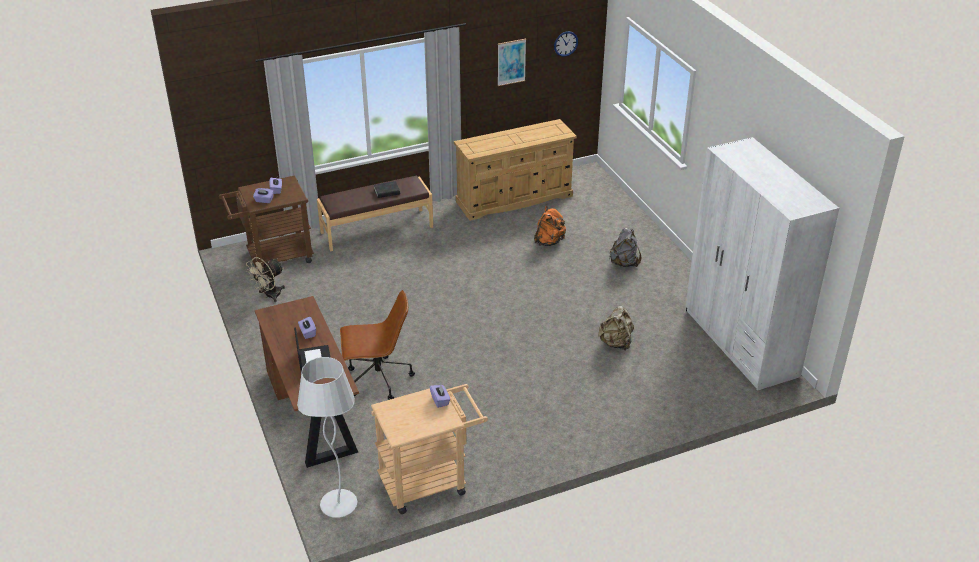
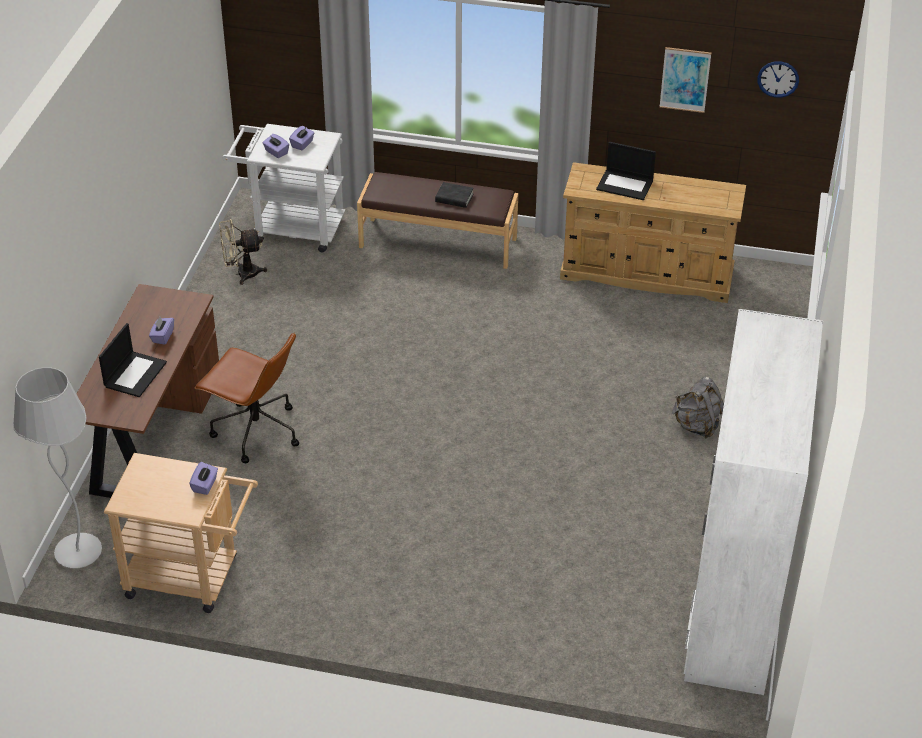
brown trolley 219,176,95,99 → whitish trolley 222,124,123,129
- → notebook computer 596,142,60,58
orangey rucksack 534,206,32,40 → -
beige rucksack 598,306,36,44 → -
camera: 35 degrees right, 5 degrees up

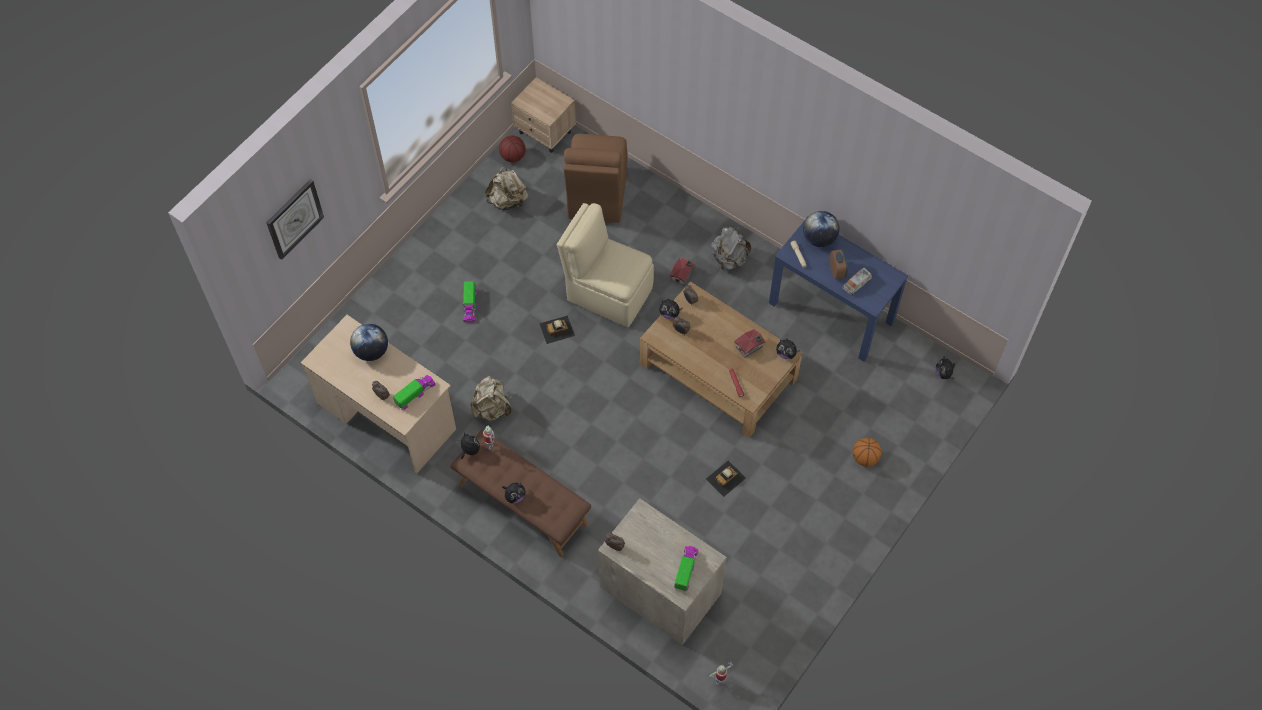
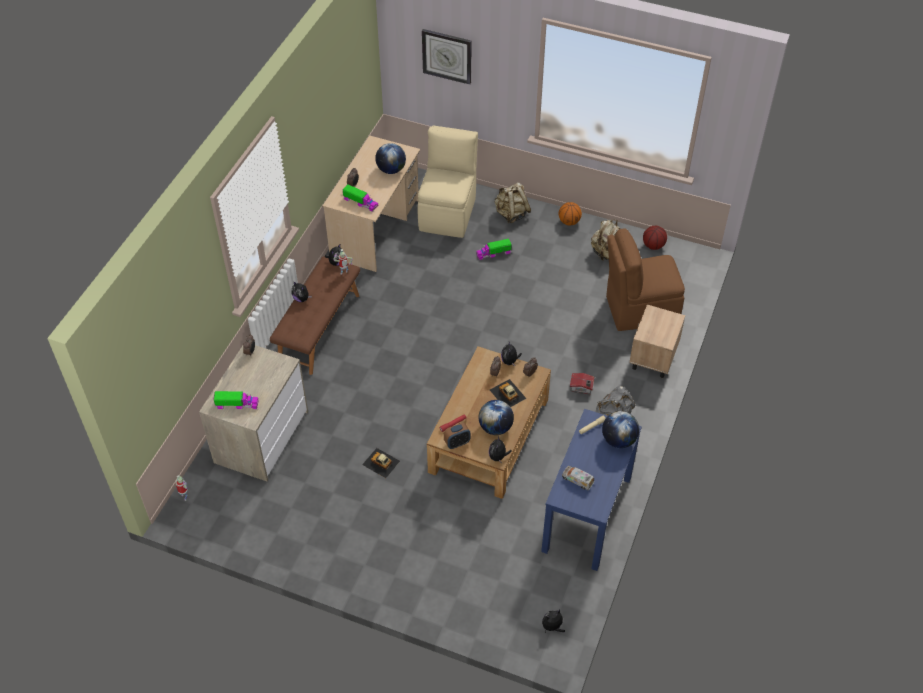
beige chair 557,203,97,124 → beige chair 418,125,60,113, moved
table clock 829,249,19,30 → table clock 444,423,27,26, moved
model house 734,329,31,29 → globe 479,400,35,35
model car 539,315,36,29 → model car 490,379,37,28, moved
beige rucksack 471,376,40,45 → beige rucksack 494,182,37,41, moved
ball for basketball 853,438,29,29 → ball for basketball 559,202,23,24, moved
beige bedside table 511,77,65,76 → beige bedside table 629,305,57,73, moved
camera: 75 degrees right, 10 degrees down

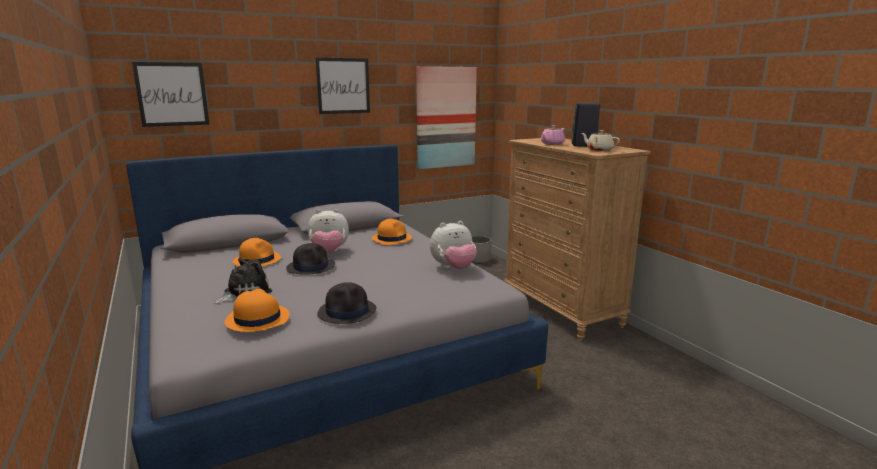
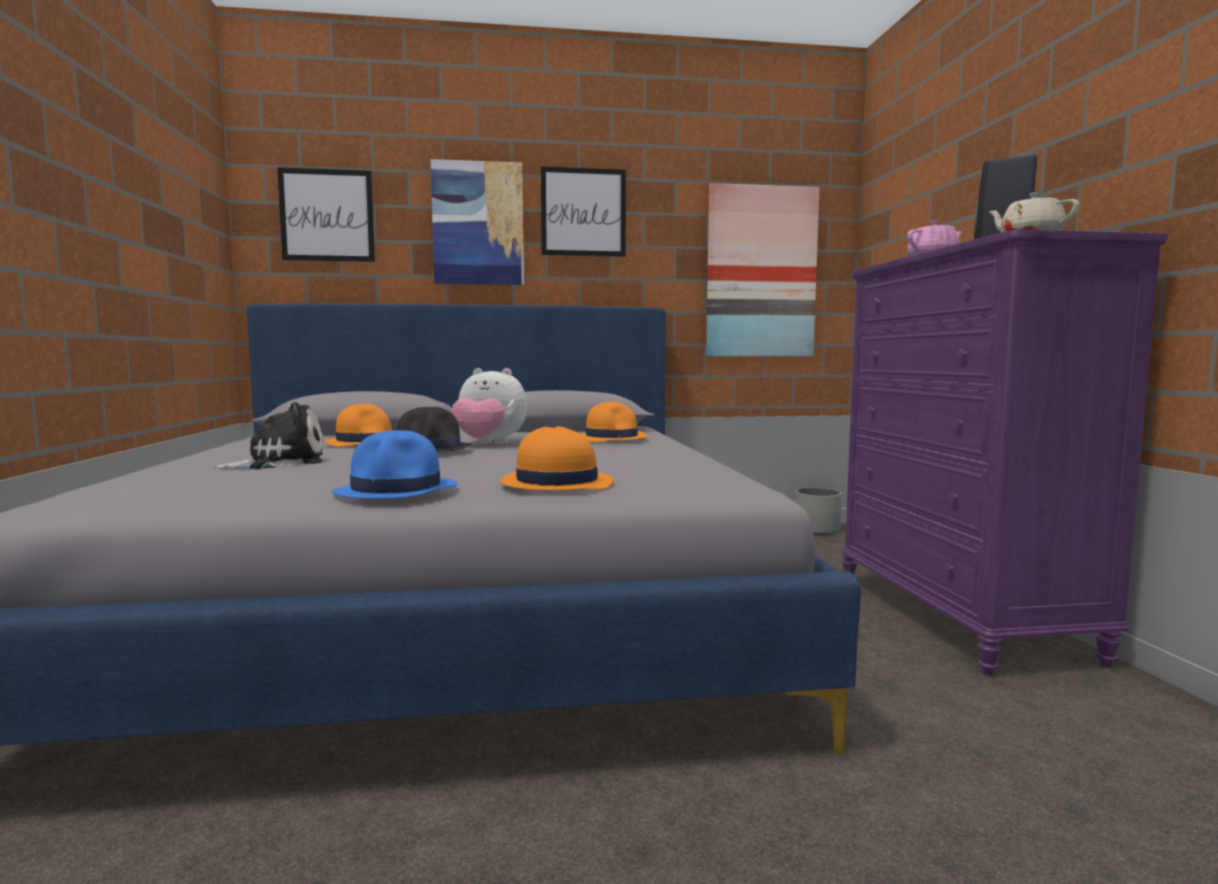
black-coloured clothing hat 317,282,59,42 → blue clothing hat 332,430,126,69
- → wall picture 431,159,93,126
orangey clothing hat 225,289,65,43 → orangey clothing hat 500,426,114,64, moved
brown dresser 504,138,147,202 → purplish dresser 841,229,327,447
plush toy 430,221,47,48 → -
camera: 20 degrees right, 10 degrees down

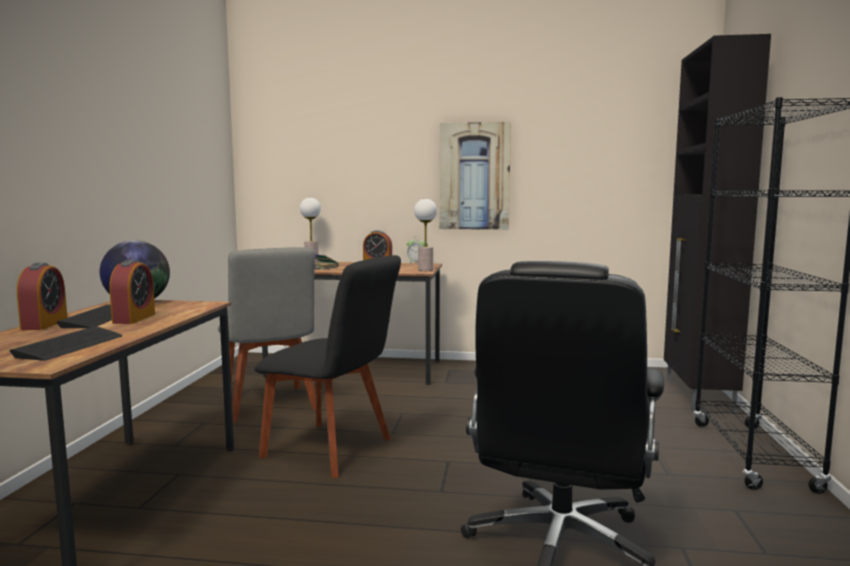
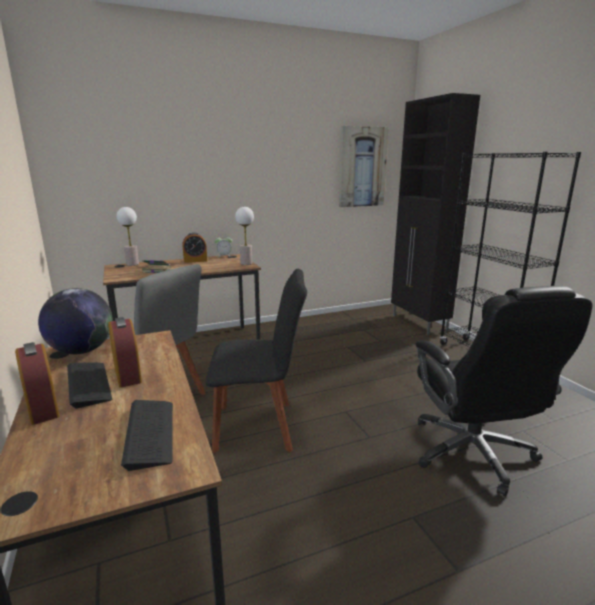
wall picture 439,122,72,108 → wall picture 339,126,49,81, moved
camera: 30 degrees left, 10 degrees up

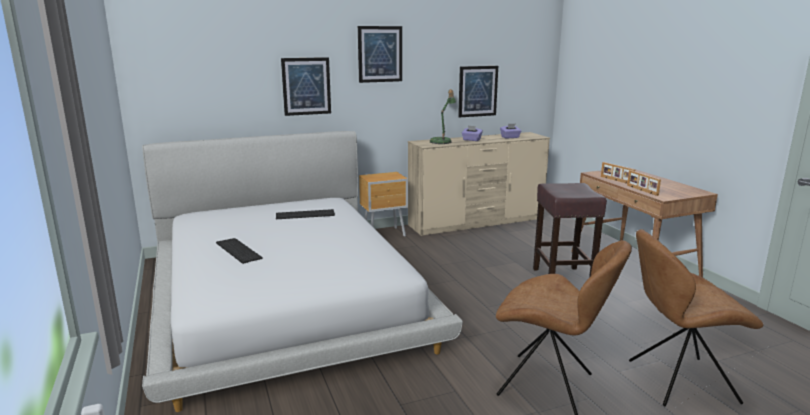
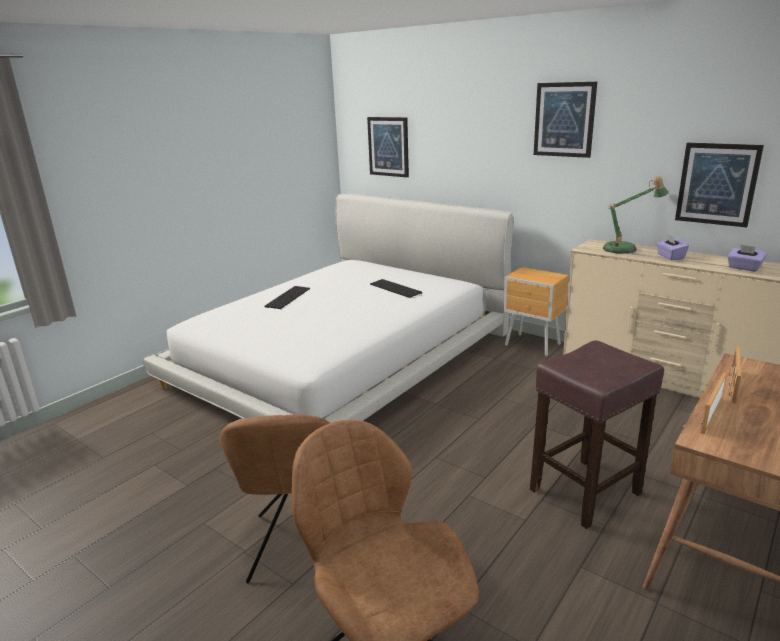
wall picture 281,57,50,59 → wall picture 367,117,42,60, moved
camera: 60 degrees right, 5 degrees up

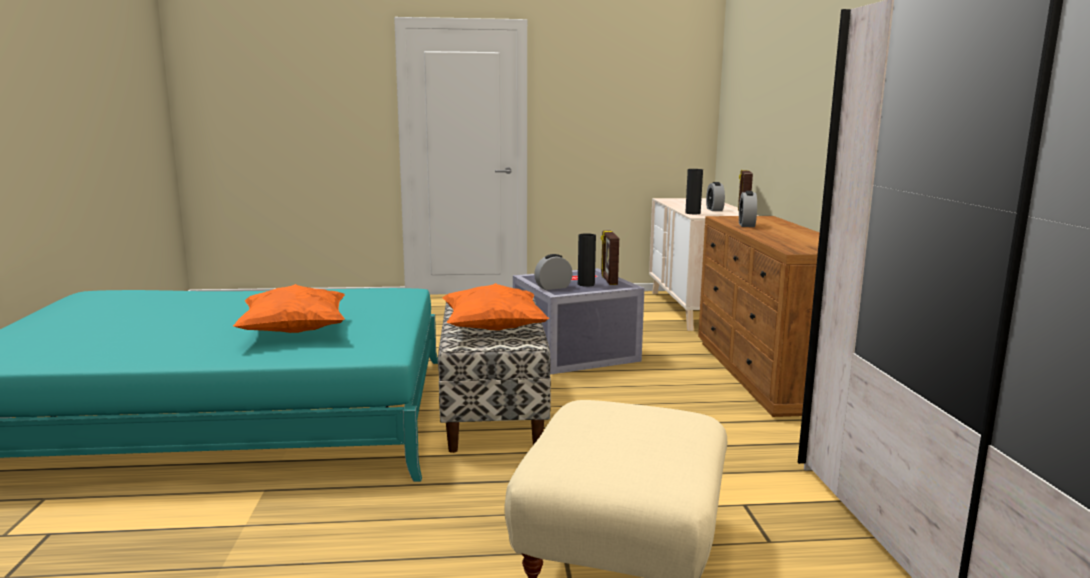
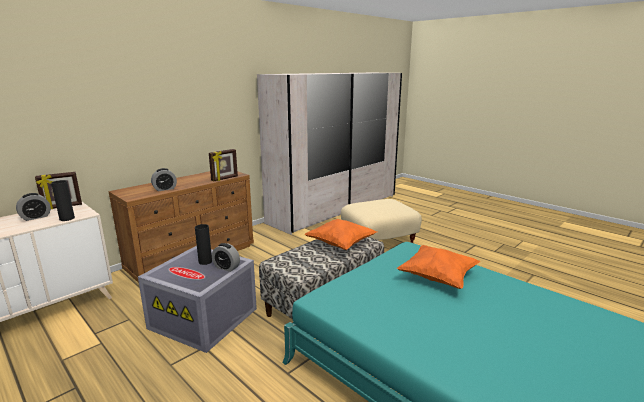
photo frame 601,230,18,55 → photo frame 209,149,29,32, moved
camera: 130 degrees left, 5 degrees up

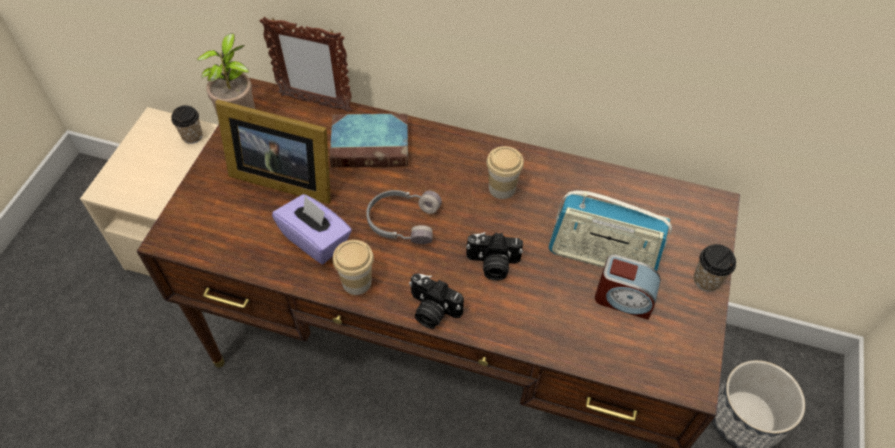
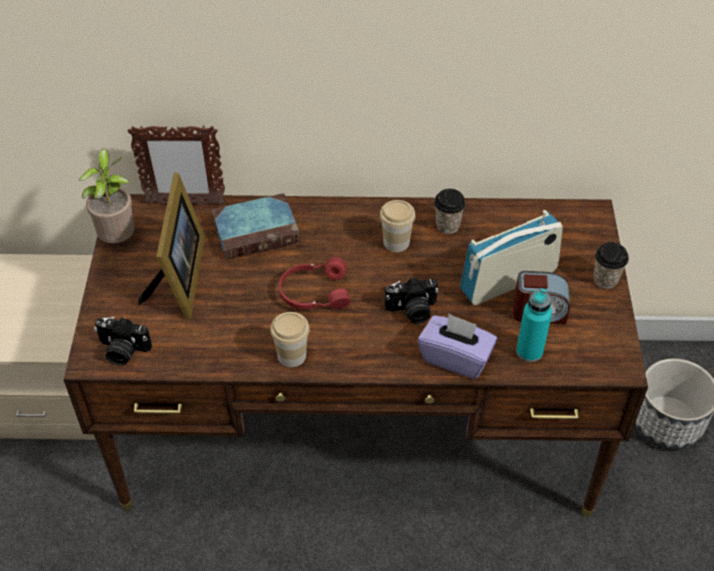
still camera 409,273,55,56 → still camera 94,317,58,49, moved
photo frame 215,99,116,105 → photo frame 138,173,67,147, 90 degrees counterclockwise
greyish headset 366,190,76,54 → reddish headset 279,257,72,52
purplish tissue holder 272,194,80,70 → purplish tissue holder 418,314,79,65, moved
drinking cup 171,105,32,39 → drinking cup 434,189,32,45, moved
radio set 549,191,123,80 → radio set 460,210,103,95, 150 degrees clockwise
- → blue-green drink bottle 516,288,36,74
camera: 15 degrees left, 5 degrees down

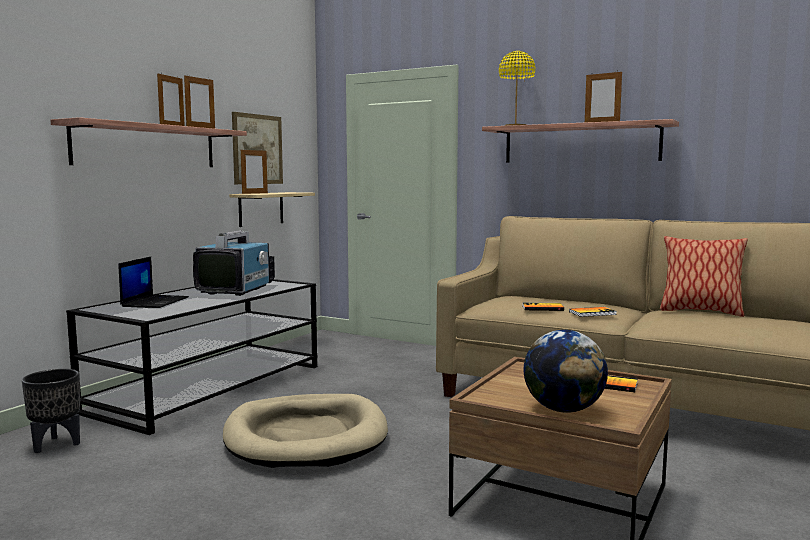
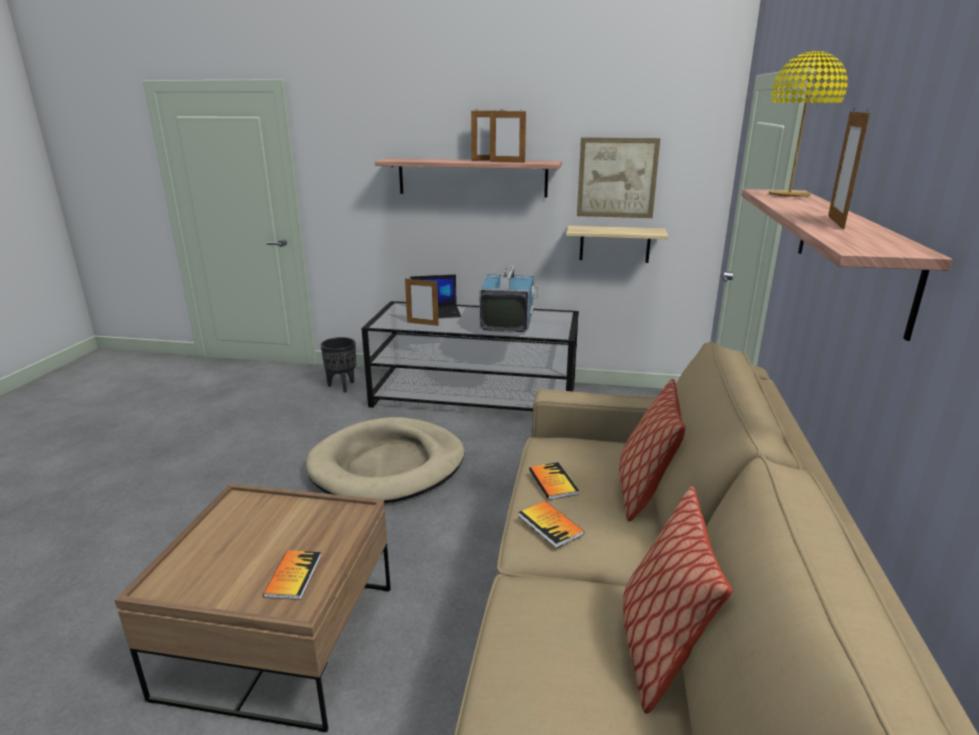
photo frame 241,148,27,46 → photo frame 405,277,34,49, moved
TV 193,230,82,66 → TV 480,265,58,68, 75 degrees counterclockwise
- → throw pillow 619,379,67,142
globe 524,330,84,83 → -
camera: 70 degrees right, 15 degrees up

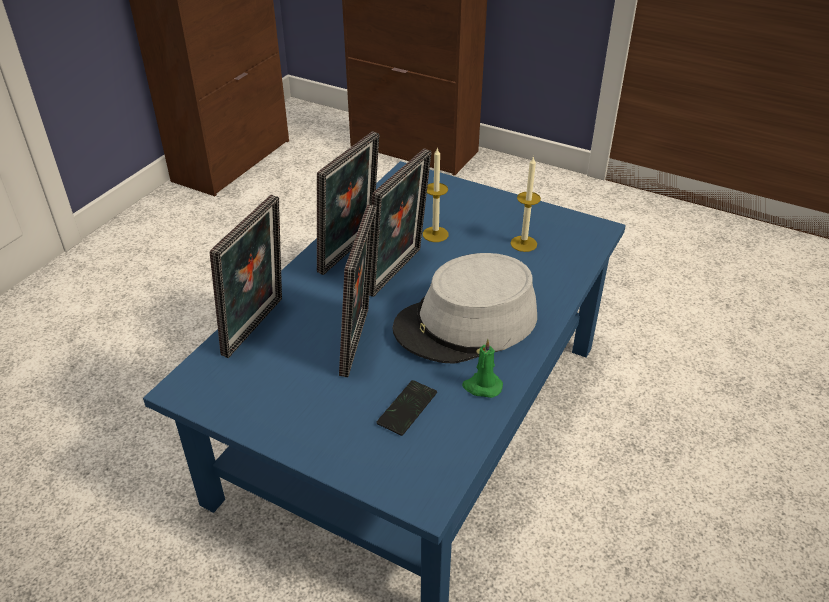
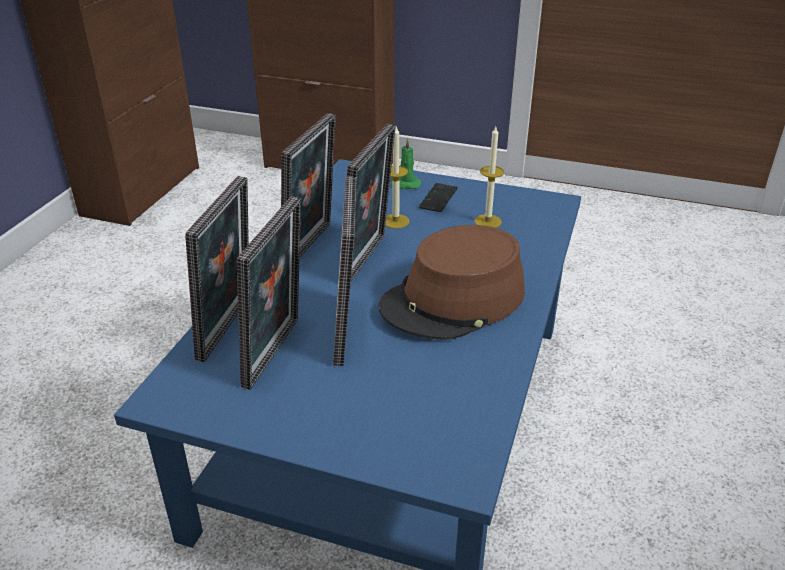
- → photo frame 237,196,64,194
greyish clothing hat 392,253,145,111 → brown clothing hat 379,225,146,115
green wax light 462,339,41,59 → green wax light 390,138,31,51, moved
phone 376,380,61,56 → phone 419,183,39,29, moved
camera: 10 degrees left, 5 degrees down

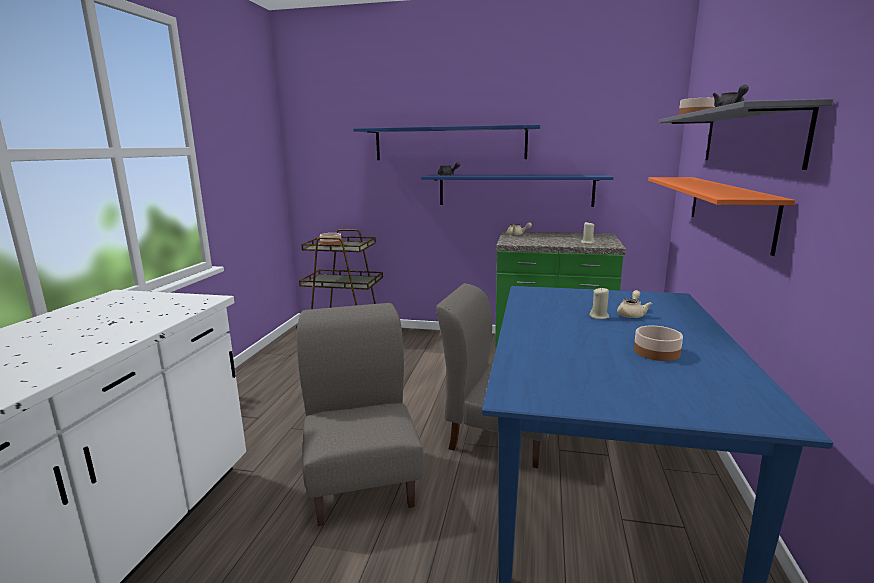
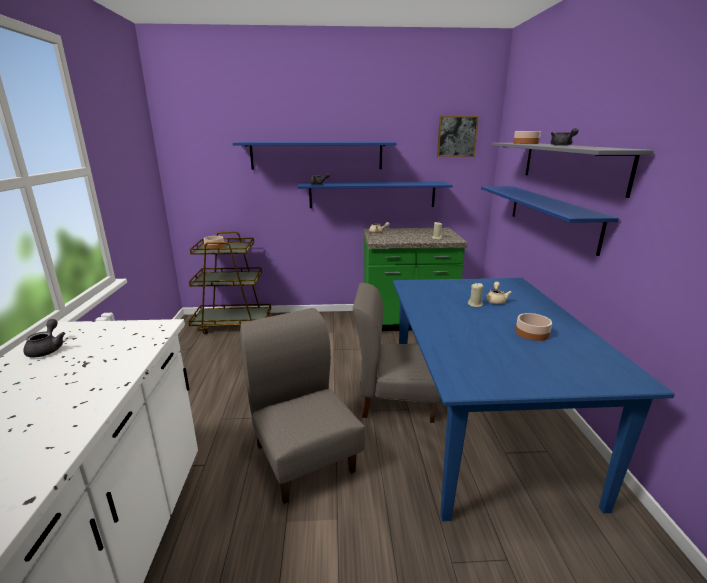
- → greyish tea pot 23,319,43,39
- → wall picture 437,116,42,41
orangey shelf 648,177,147,79 → blue shelf 481,186,138,70
camera: 15 degrees left, 5 degrees up

